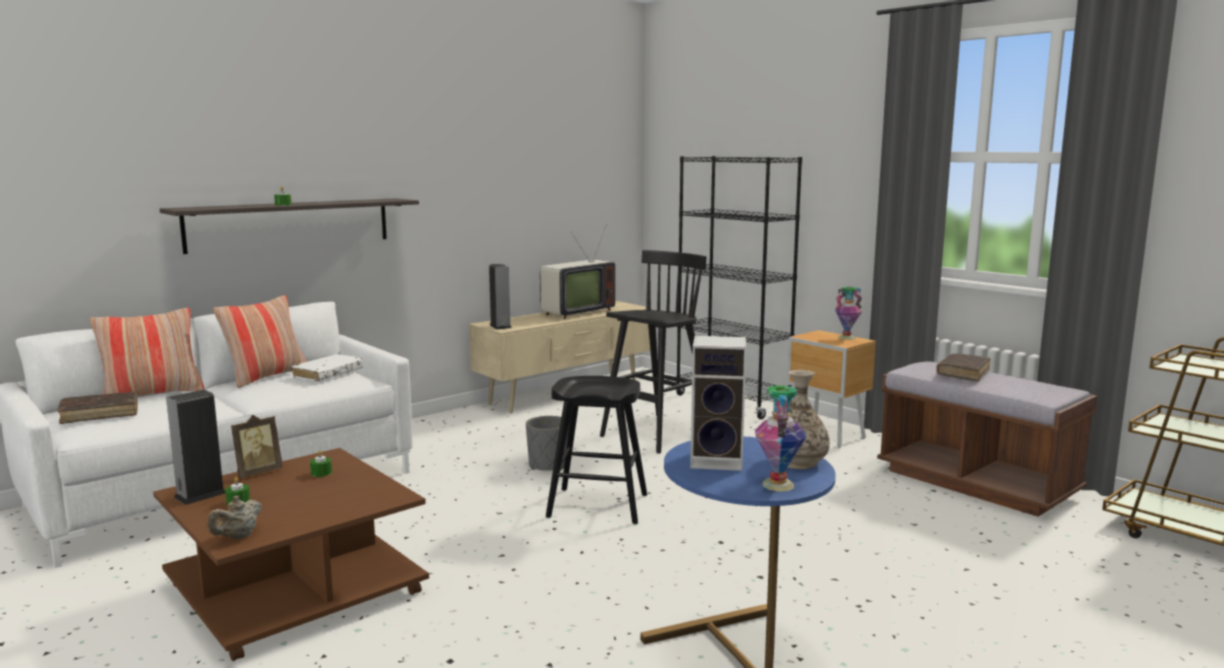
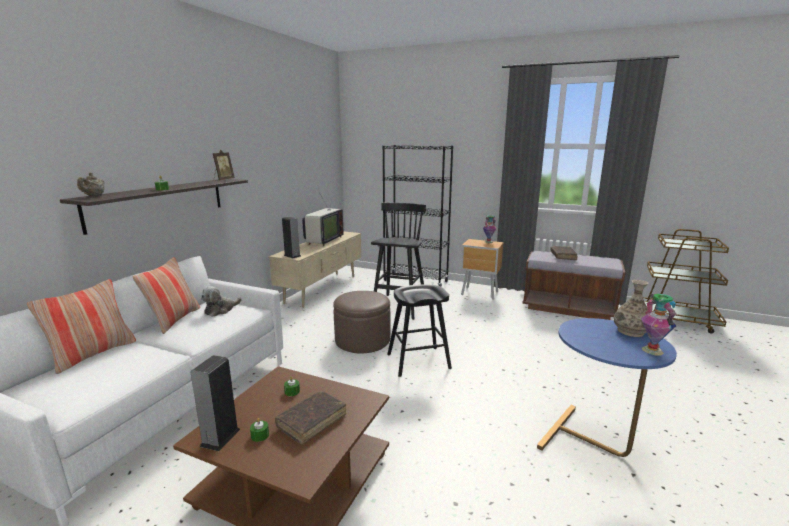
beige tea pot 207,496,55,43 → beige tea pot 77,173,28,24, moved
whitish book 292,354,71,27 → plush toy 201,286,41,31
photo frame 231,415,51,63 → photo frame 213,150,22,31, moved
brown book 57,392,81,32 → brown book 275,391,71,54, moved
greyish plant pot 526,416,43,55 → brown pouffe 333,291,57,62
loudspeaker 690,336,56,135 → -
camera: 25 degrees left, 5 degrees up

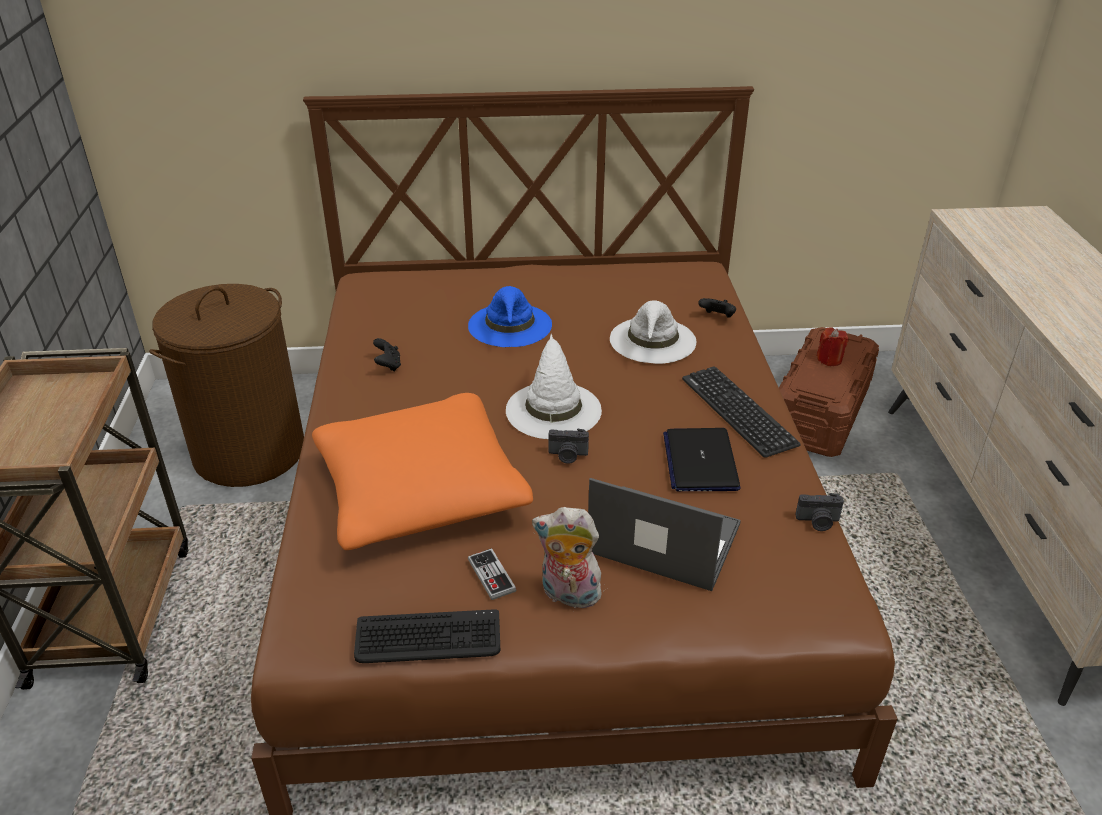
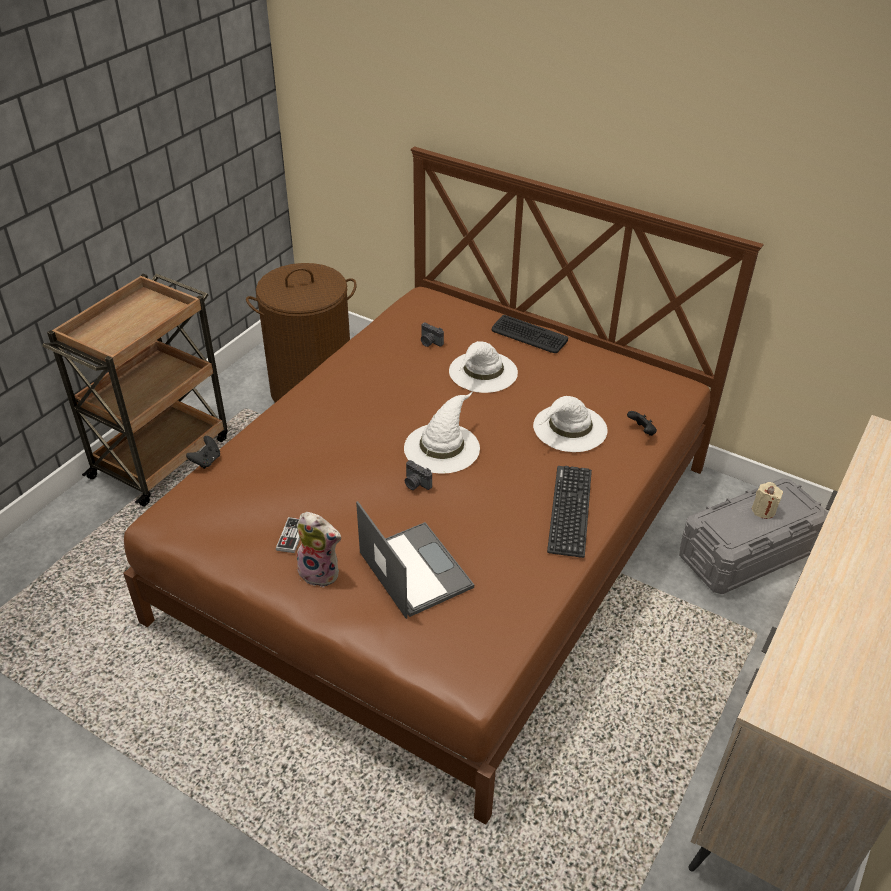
black-coloured joypad 373,338,28,34 → black-coloured joypad 186,436,34,33, moved
plush toy 532,507,70,101 → plush toy 297,512,45,76, 150 degrees clockwise
still camera 796,493,48,38 → still camera 421,322,23,25, moved
blue clothing hat 468,286,84,61 → whitish clothing hat 449,341,69,52
PC keyboard 354,609,146,54 → PC keyboard 492,315,76,38, moved
brown storage box 779,327,100,130 → greyish storage box 679,478,149,116
reddish wax light 817,327,31,39 → beige wax light 752,482,31,37
orangey throw pillow 312,393,221,157 → -
notebook computer 663,428,77,63 → -
camera: 35 degrees right, 5 degrees up

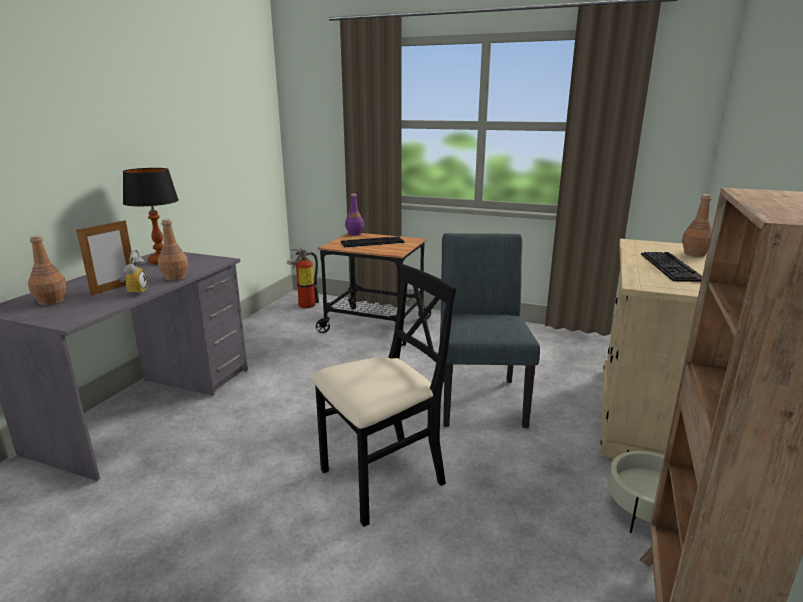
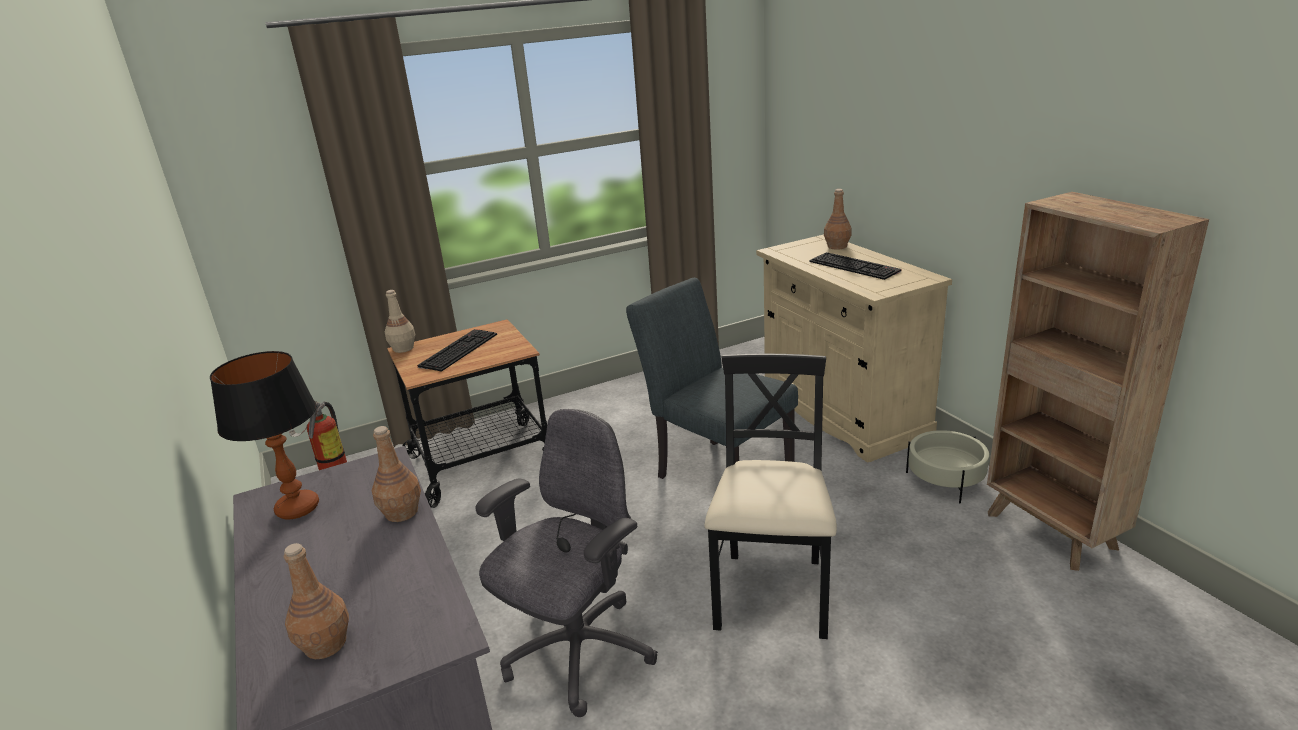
purplish drink bottle 345,194,19,42 → beige drink bottle 385,290,31,63
- → greyish computer chair 475,409,183,308
photo frame 76,219,57,77 → -
table clock 117,250,31,45 → -
camera: 45 degrees left, 5 degrees up

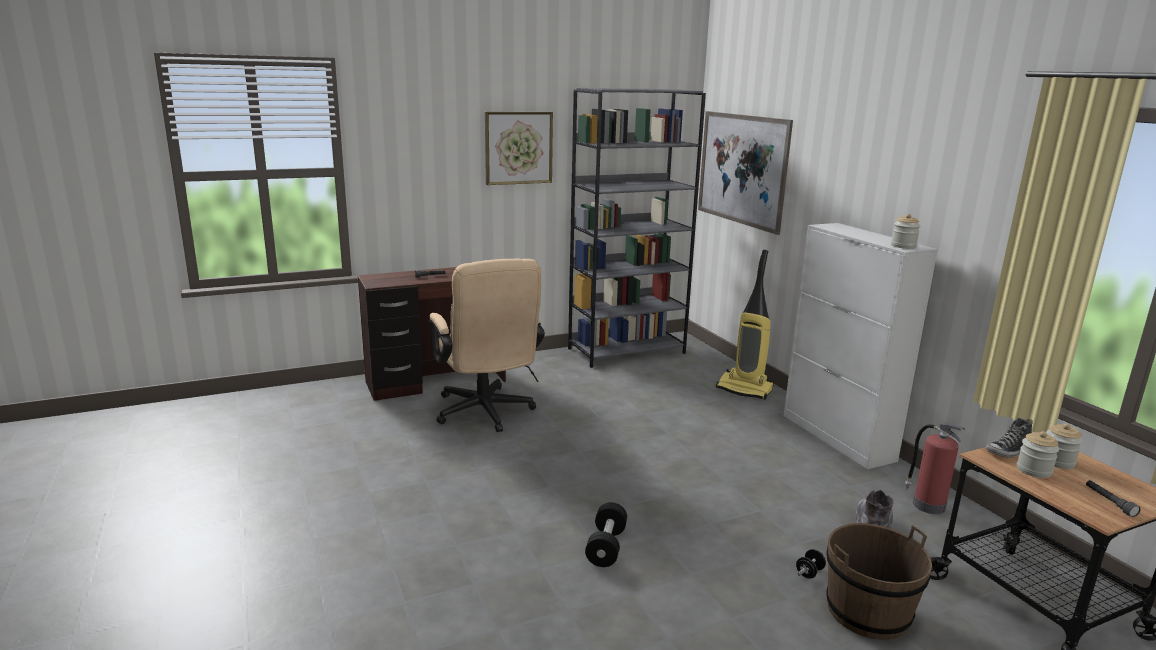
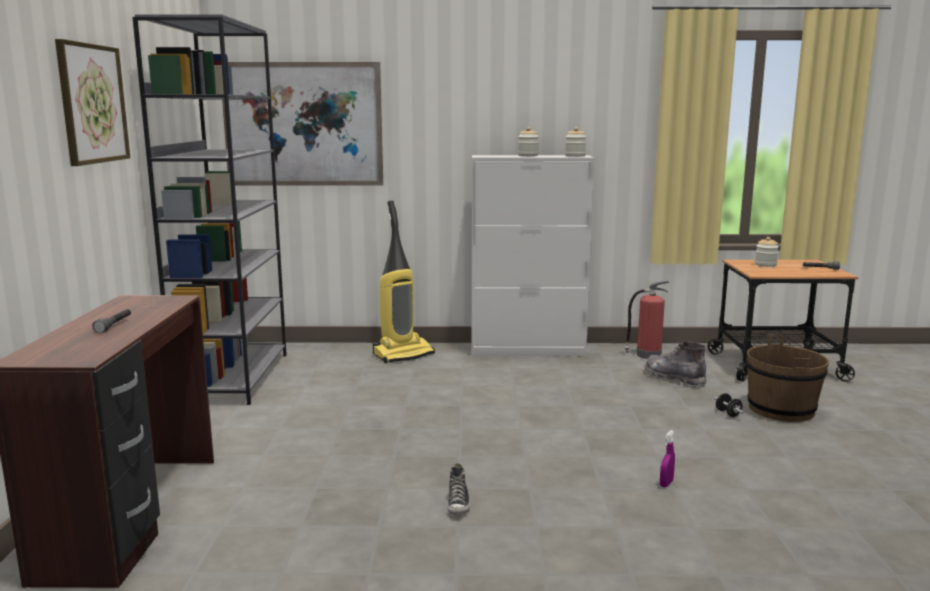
item of footwear 986,417,47,41 → item of footwear 447,463,23,52, moved
jar 1017,431,42,47 → jar 518,127,21,29, moved
black-coloured free weight 585,502,42,65 → purplish sprayer 660,430,15,57
beige computer chair 429,258,116,174 → -
camera: 65 degrees left, 5 degrees down

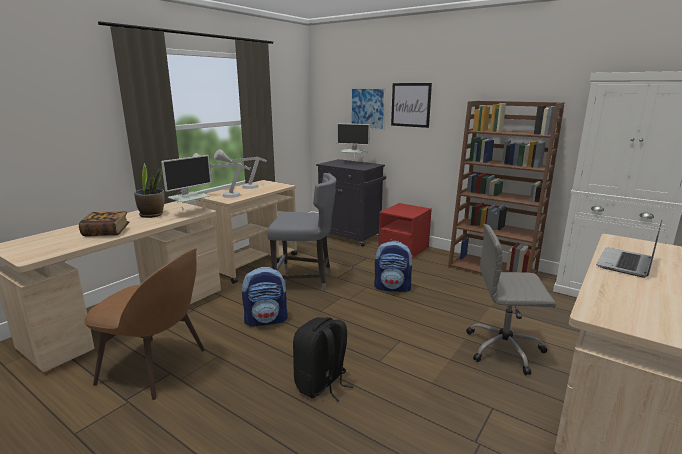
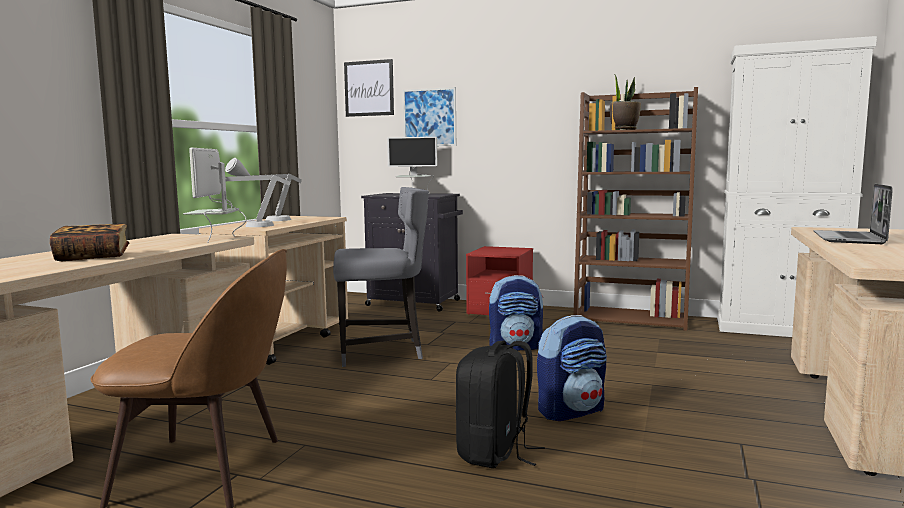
computer display 161,155,51,55 → computer display 183,148,64,95, 150 degrees clockwise
wall picture 391,83,41,45 → wall picture 344,59,50,58, moved
rucksack 242,267,46,59 → rucksack 537,315,70,106, moved
houseplant 134,163,31,55 → houseplant 610,74,31,56, moved
greyish computer chair 466,224,90,151 → -
camera: 15 degrees left, 10 degrees down

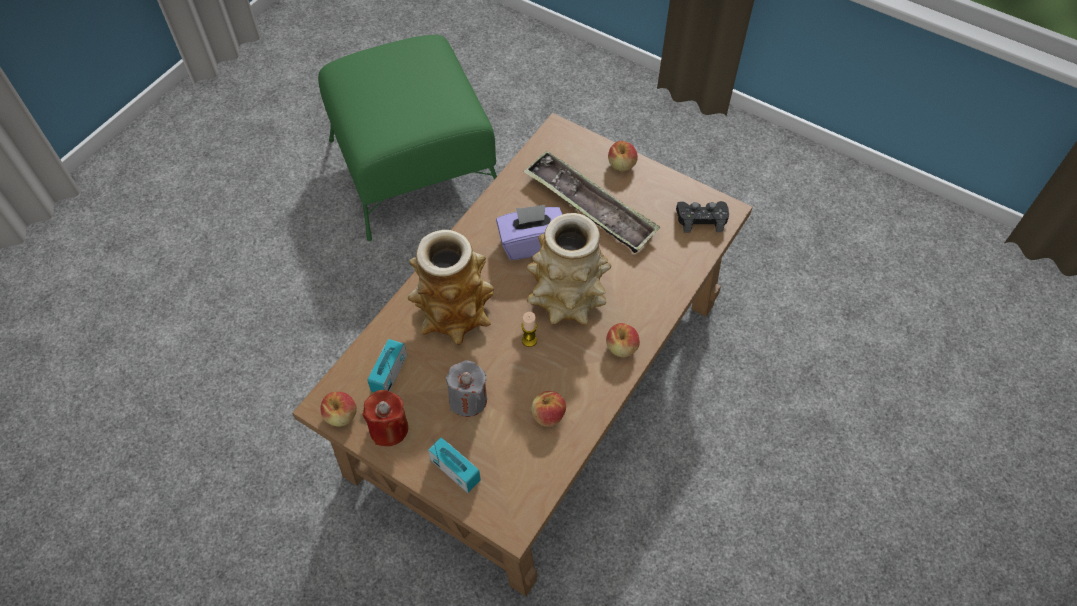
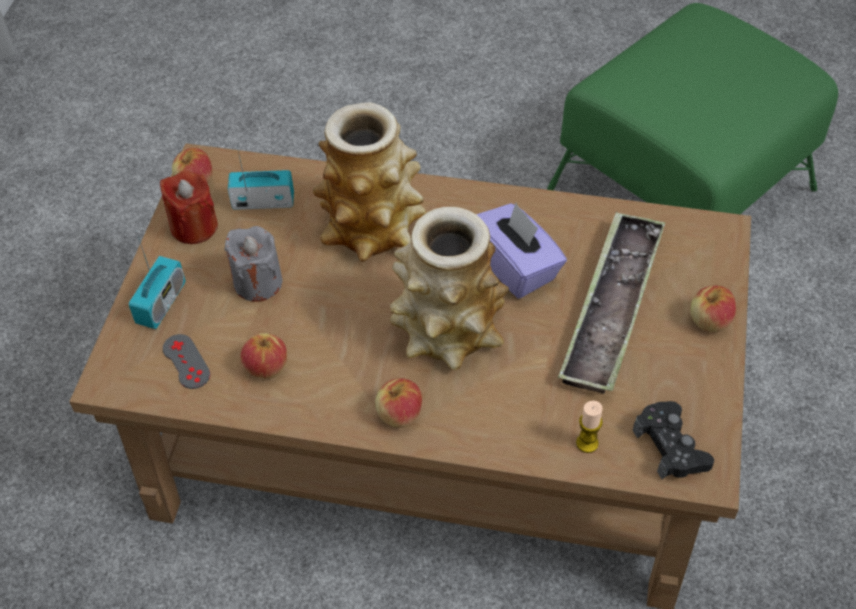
- → greyish joypad 163,334,47,55
wax light 521,312,16,35 → wax light 576,401,27,52, moved
camera: 70 degrees right, 5 degrees down

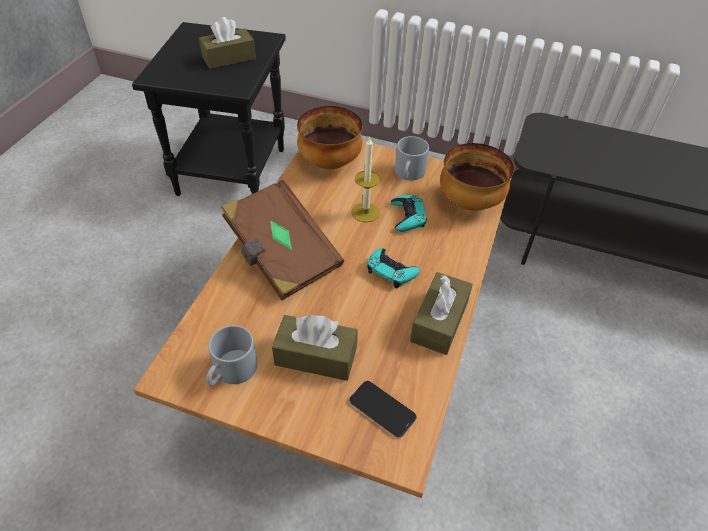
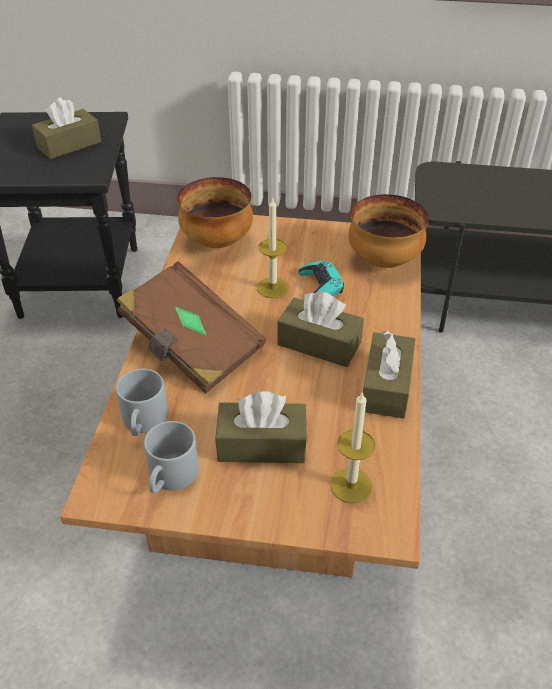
greyish mug 395,136,34,44 → greyish mug 116,369,52,67, moved
blue-green joypad 367,248,53,40 → brown tissue holder 277,292,87,75
phone 349,381,68,57 → wax light 330,391,46,113
camera: 10 degrees left, 5 degrees down

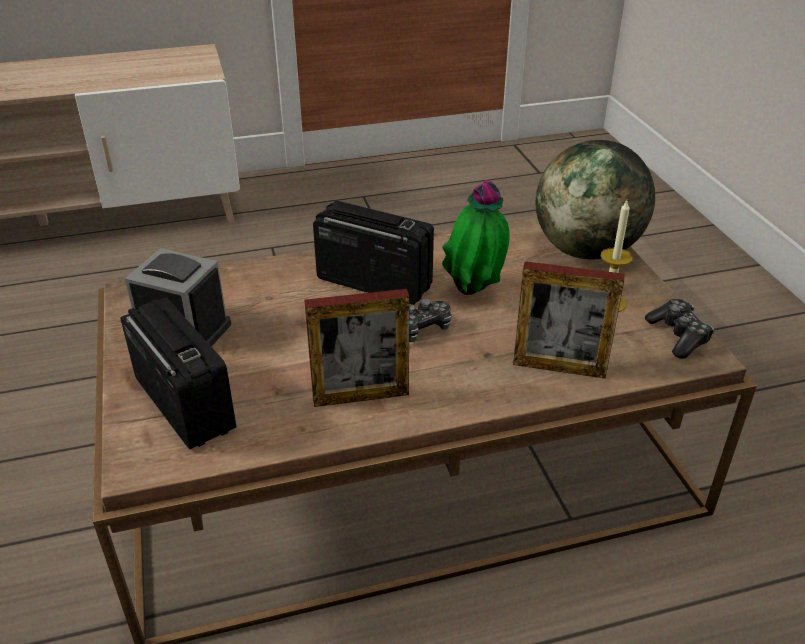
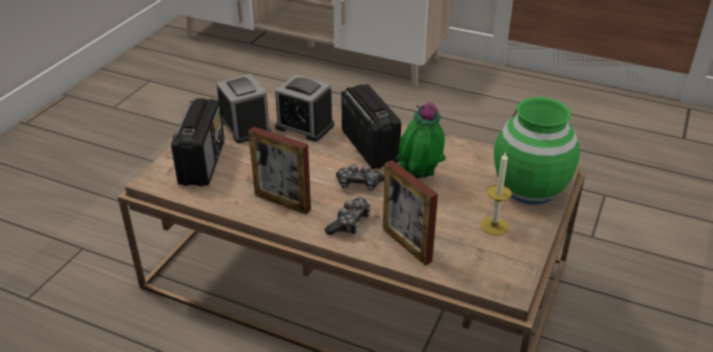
- → table clock 275,74,59,68
joypad 645,299,69,60 → joypad 324,198,47,37, moved
globe 536,140,119,119 → green decorative vase 494,97,86,108
camera: 40 degrees right, 0 degrees up

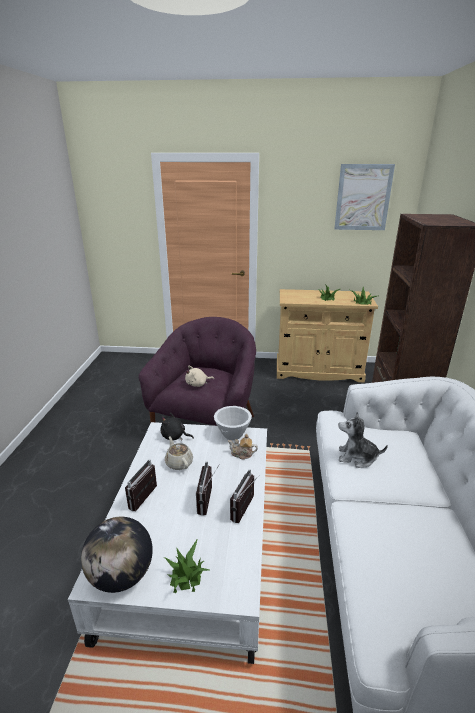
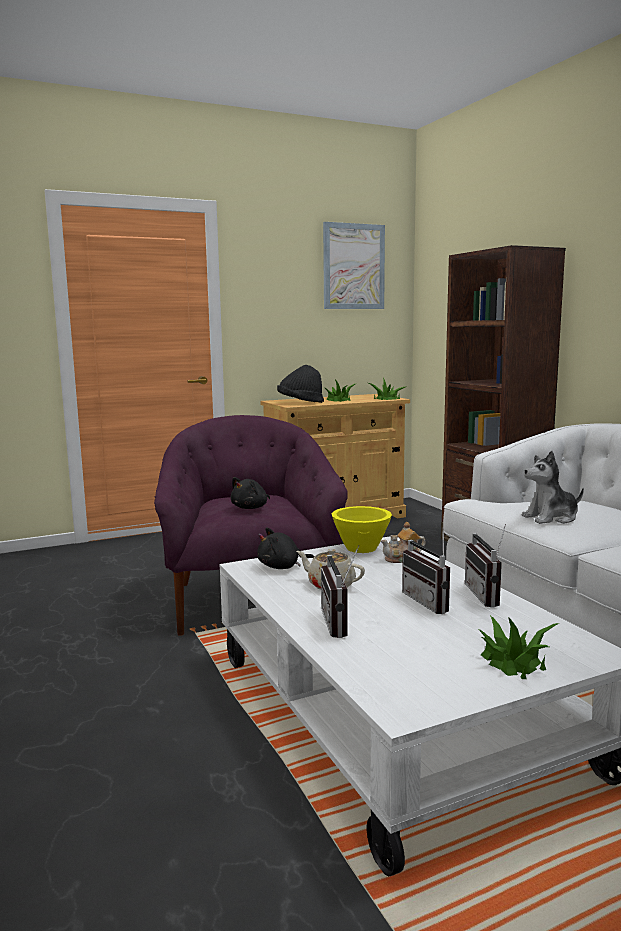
beige plush toy 185,366,29,21 → black-coloured plush toy 231,477,39,32
- → black-coloured clothing hat 277,365,47,38
whitish bowl 214,406,38,34 → yellow-coloured bowl 332,506,60,47
globe 81,517,72,76 → -
camera: 30 degrees left, 15 degrees down

